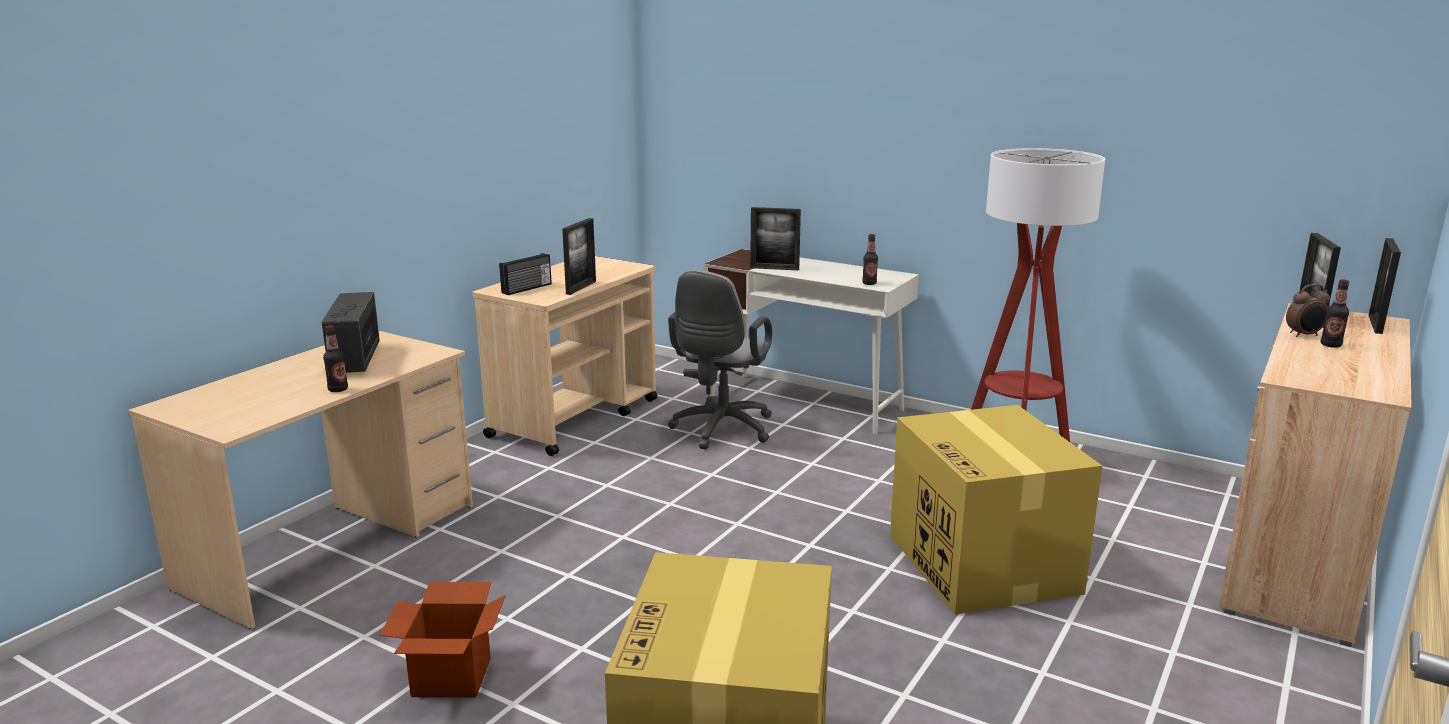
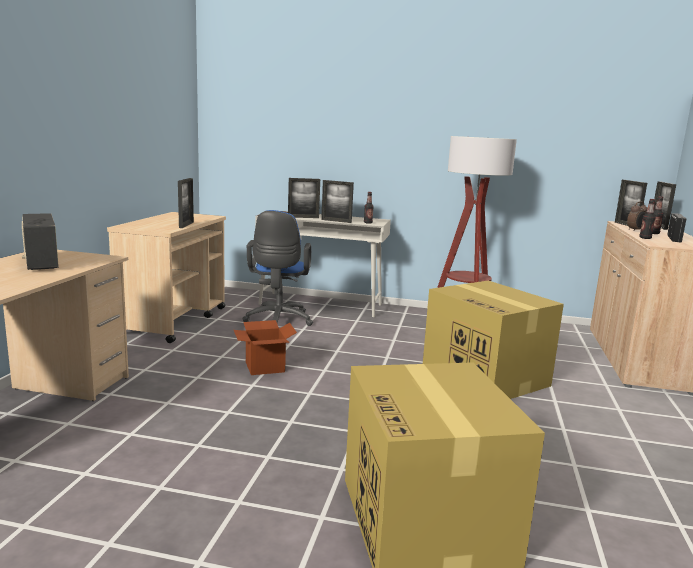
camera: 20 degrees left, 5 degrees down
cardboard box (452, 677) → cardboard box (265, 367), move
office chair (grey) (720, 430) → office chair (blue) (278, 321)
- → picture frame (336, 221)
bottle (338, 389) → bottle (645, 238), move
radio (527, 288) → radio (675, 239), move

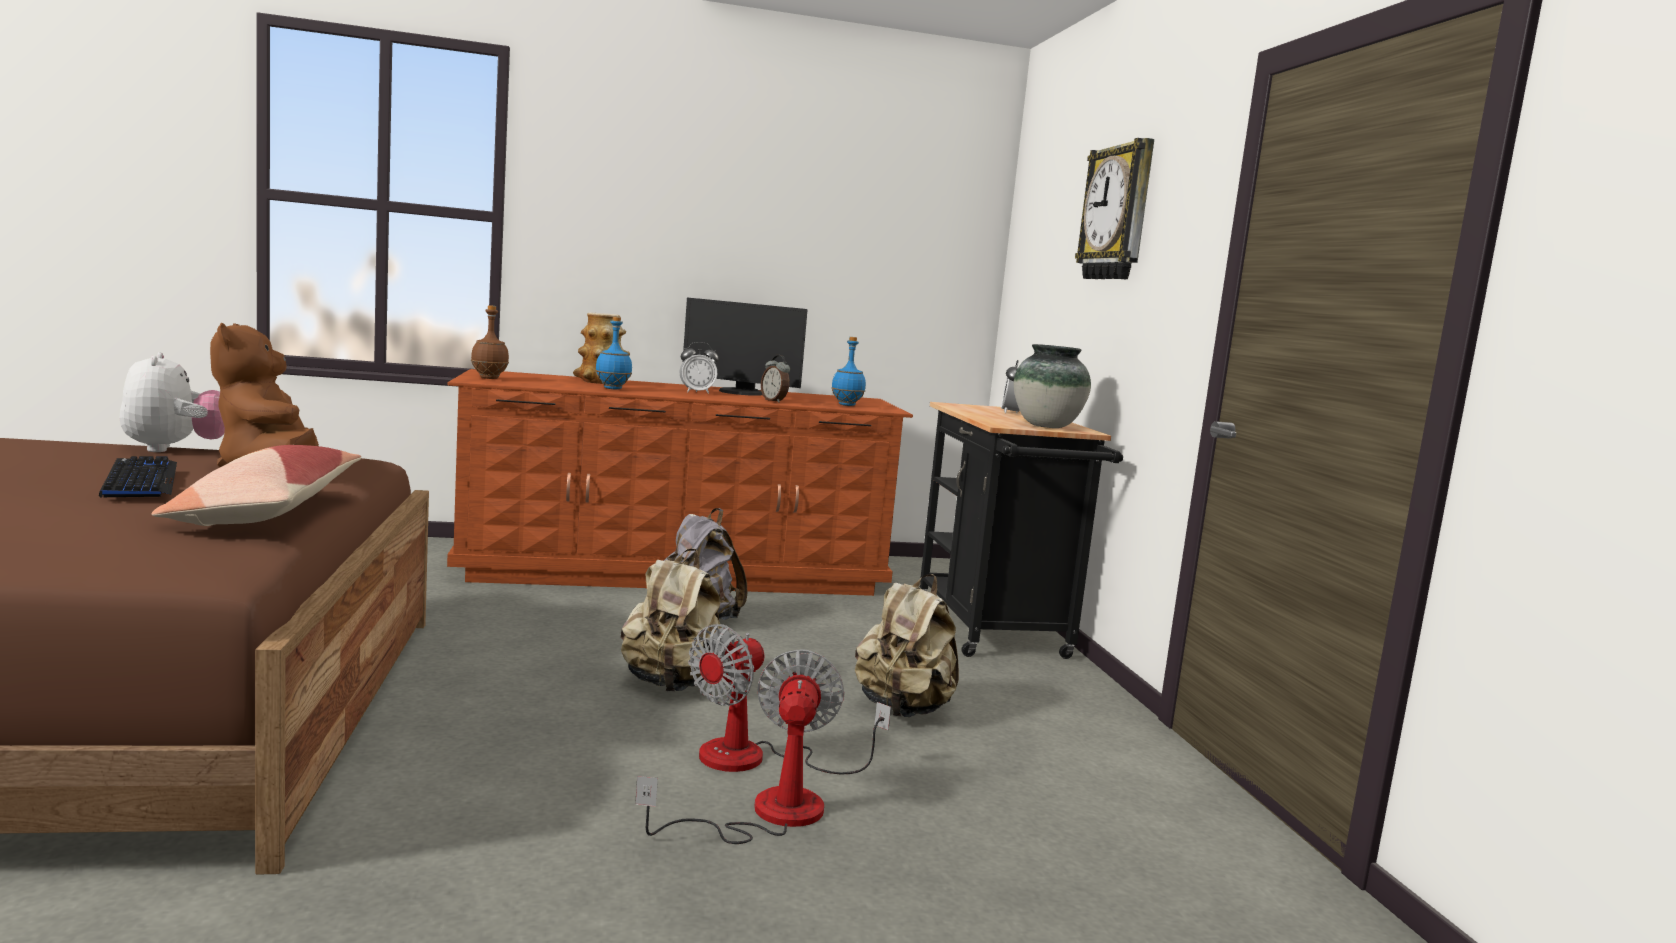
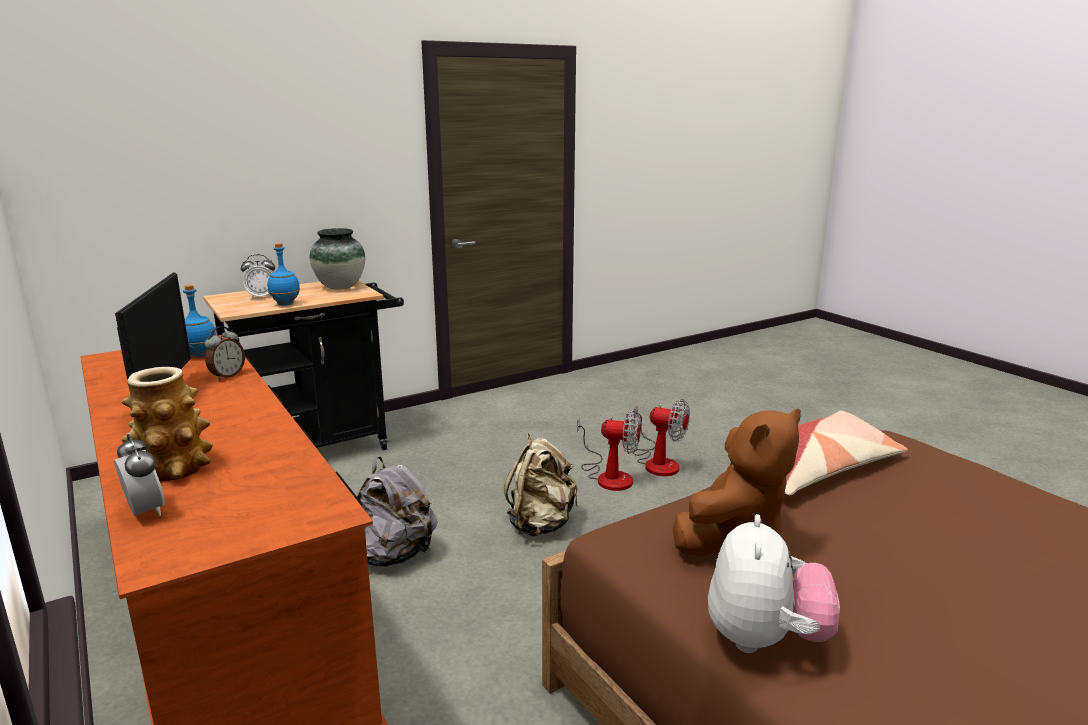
camera: 110 degrees left, 10 degrees up
alarm clock (697, 392) → alarm clock (145, 511), move
bottle (blue) (613, 388) → bottle (blue) (285, 304), move
fan (765, 815) → fan (657, 462), 135 degrees counterclockwise
plush toy (174, 449) → plush toy (764, 640), 150 degrees clockwise
keyboard (140, 480) → -
bottle (brown) (489, 378) → -
backpack (beige) (903, 710) → -
wall clock (1118, 213) → -

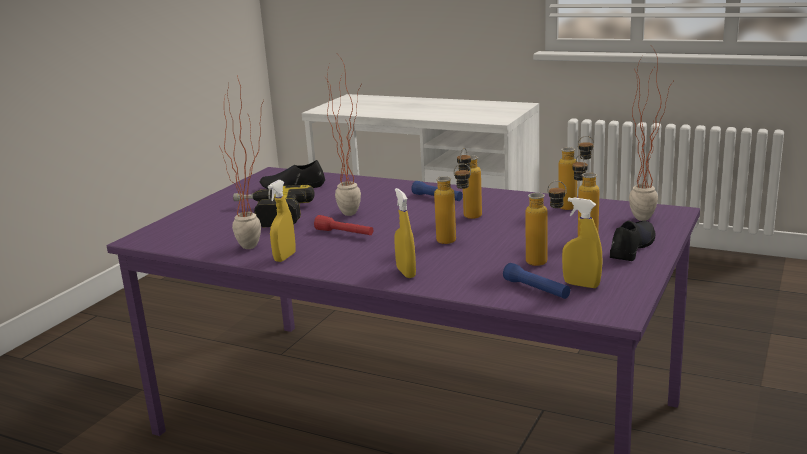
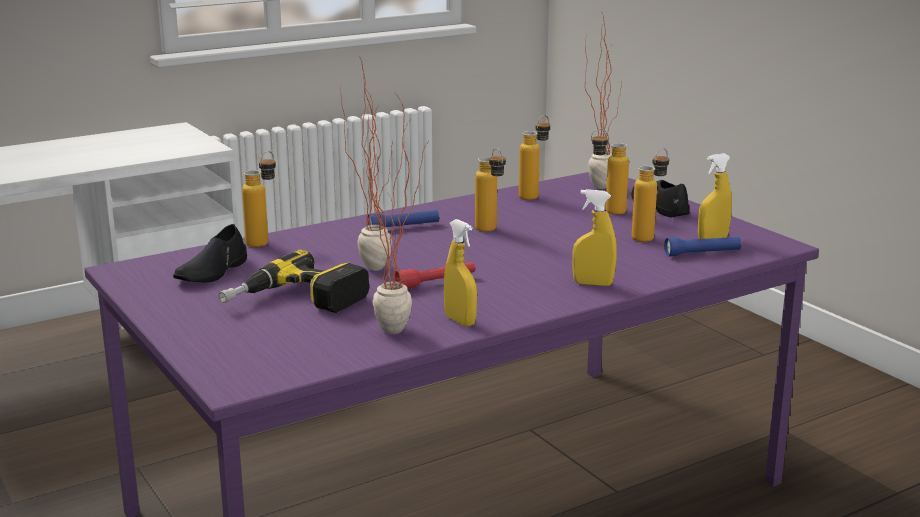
camera: 60 degrees left, 0 degrees up
bottle (454, 240) → bottle (263, 241), move

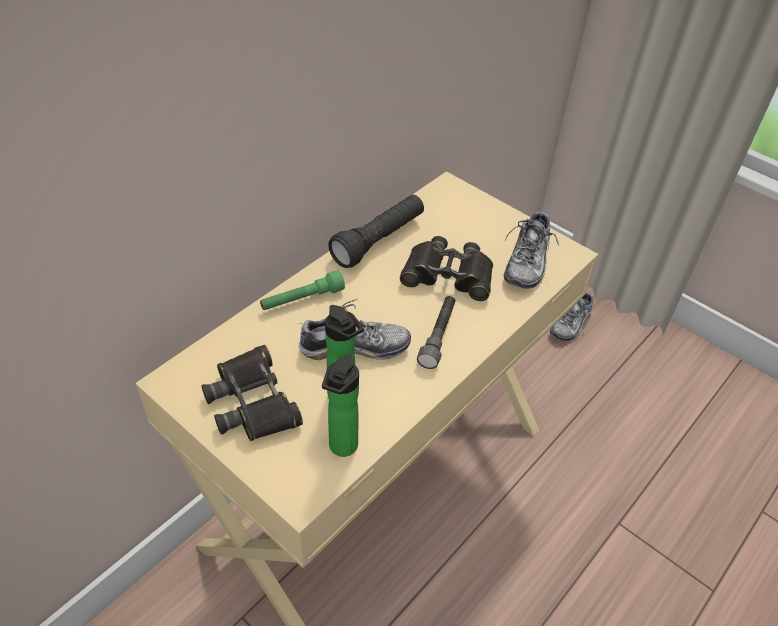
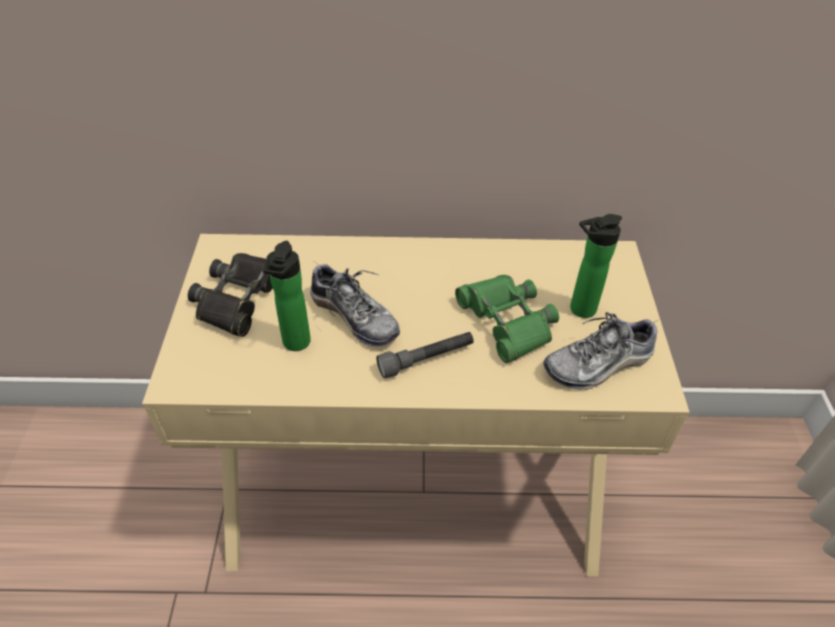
camera: 50 degrees right, 0 degrees up
binoculars (black) (448, 275) → binoculars (green) (506, 321)
bottle (341, 448) → bottle (579, 310), move
flashlight (green) (302, 299) → -
flashlight (black) (379, 241) → -
shoe (571, 323) → -

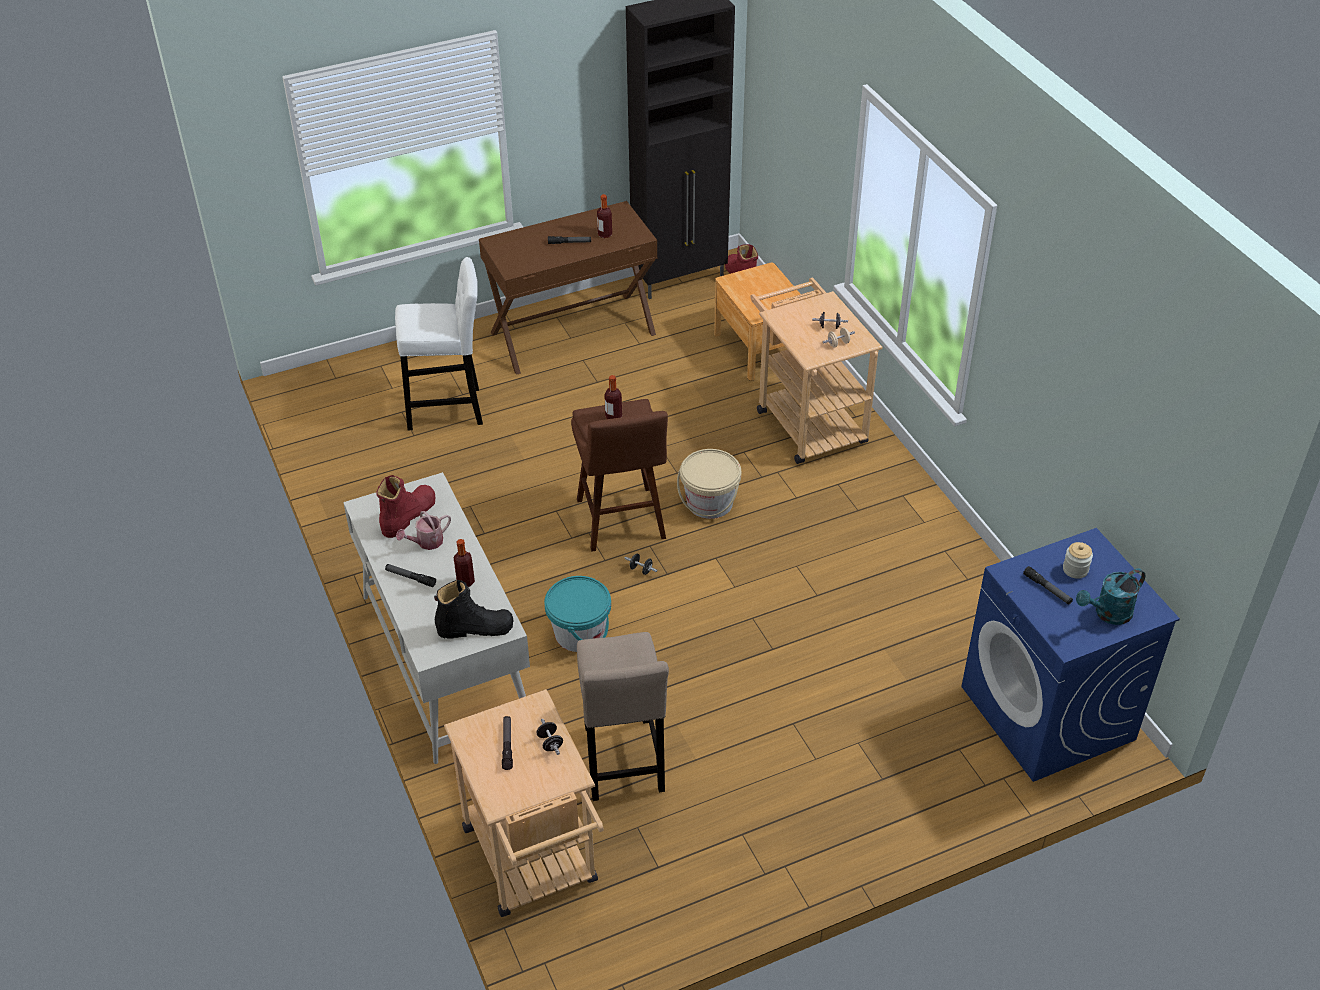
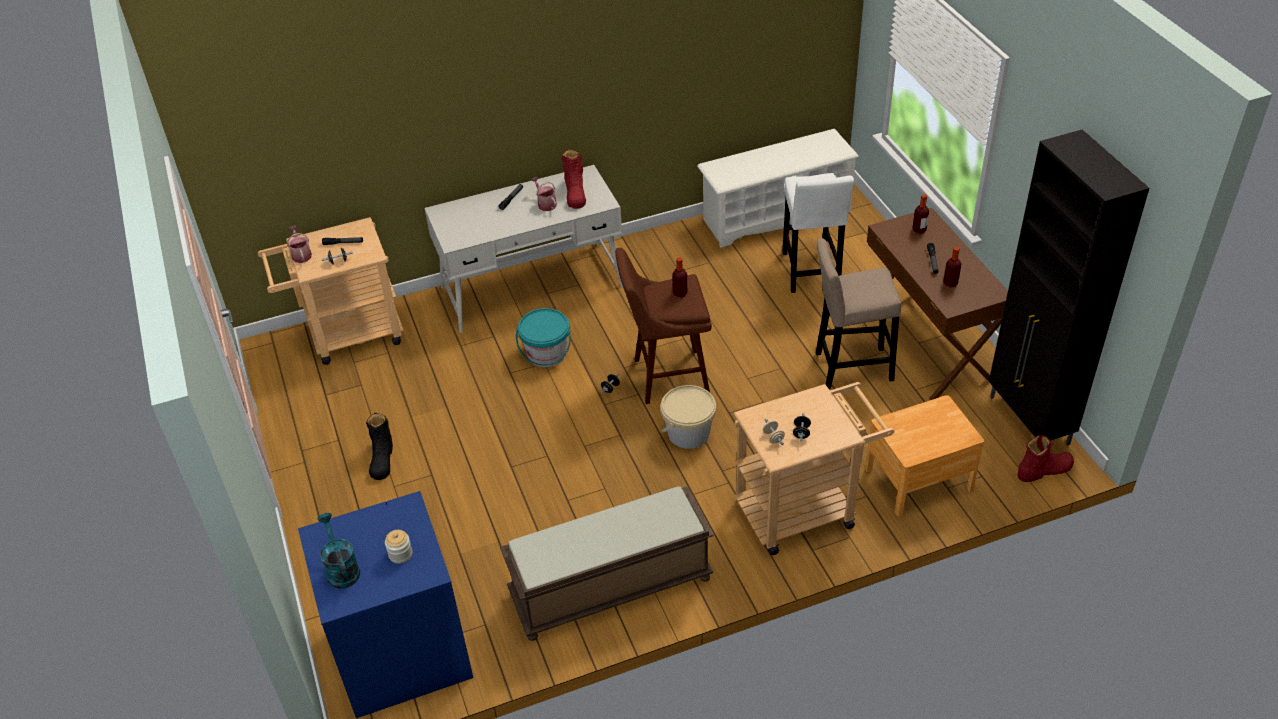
camera: 95 degrees right, 0 degrees up
- → watering can (301, 254)
boot (black) (475, 628) → boot (black) (382, 459), move
- → bench (brown) (610, 588)
boot (red) (408, 515) → boot (red) (575, 193), 45 degrees clockwise
- → shoe rack (white) (776, 215)
stool (beige) (623, 764) → stool (beige) (849, 367), move
bottle (465, 581) → bottle (919, 230), move
flashlight (1047, 589) → -

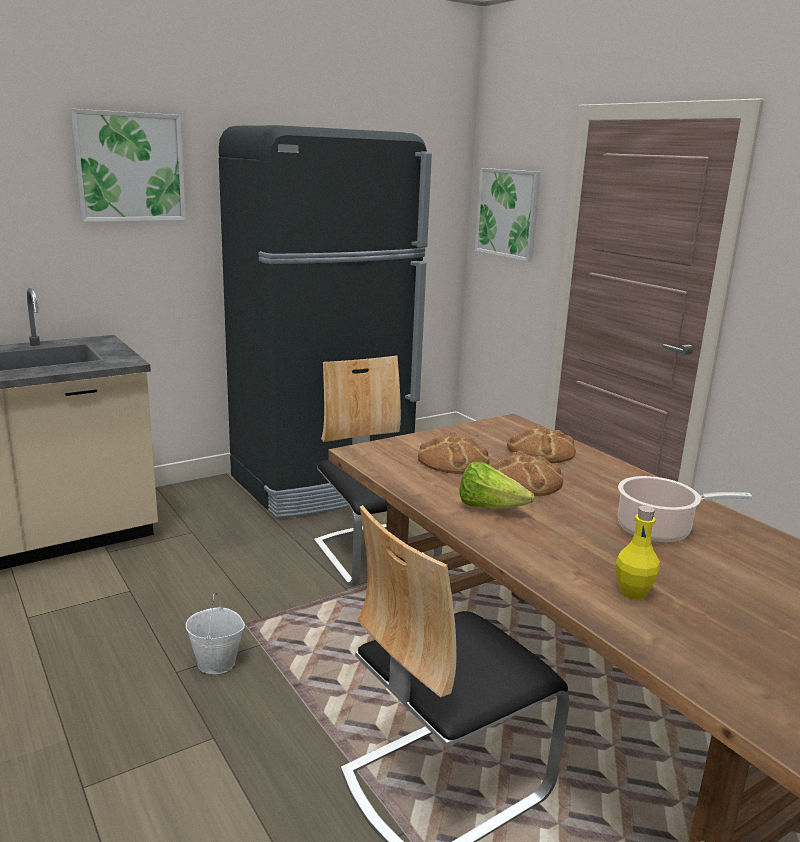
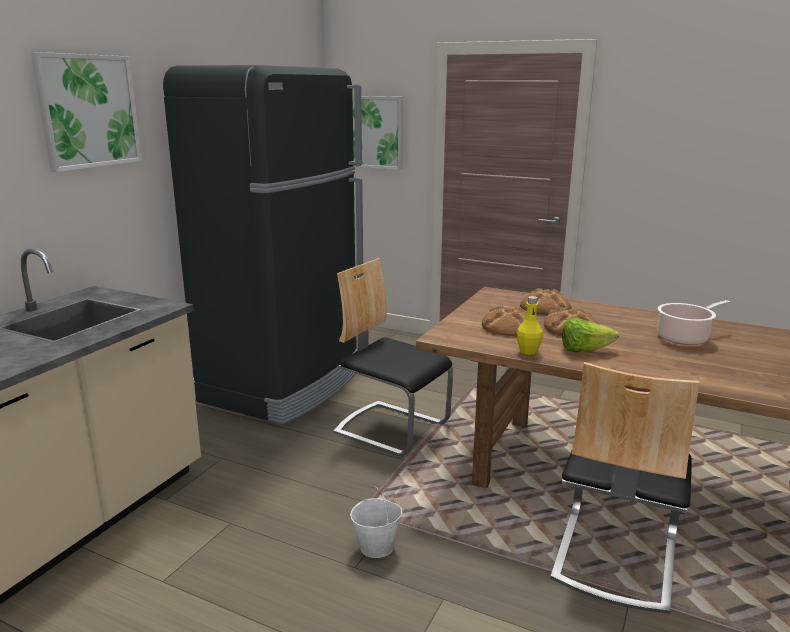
camera: 30 degrees left, 0 degrees up
bottle (yellow) (633, 592) → bottle (yellow) (528, 351), move

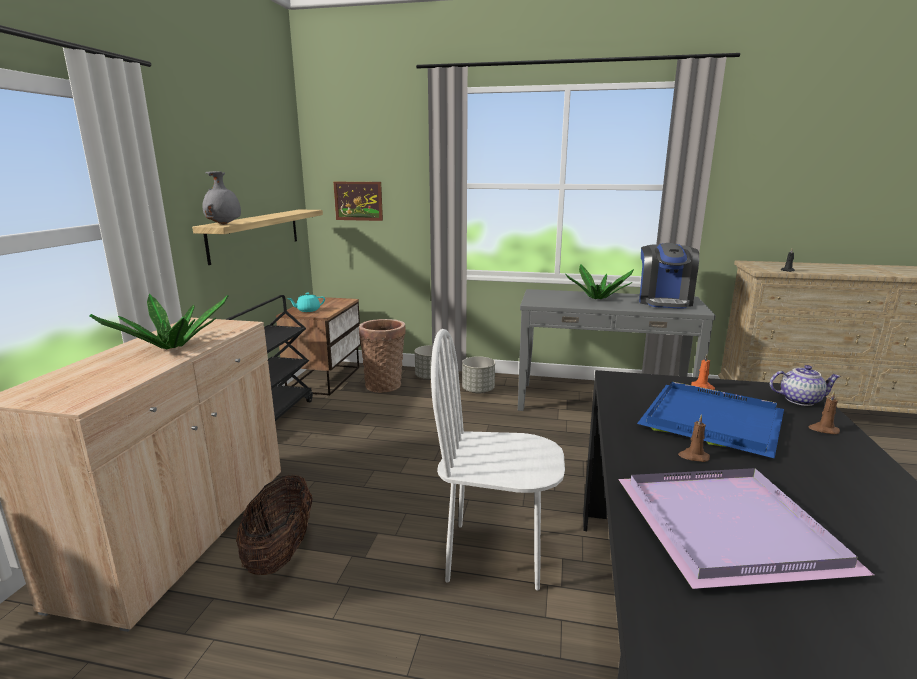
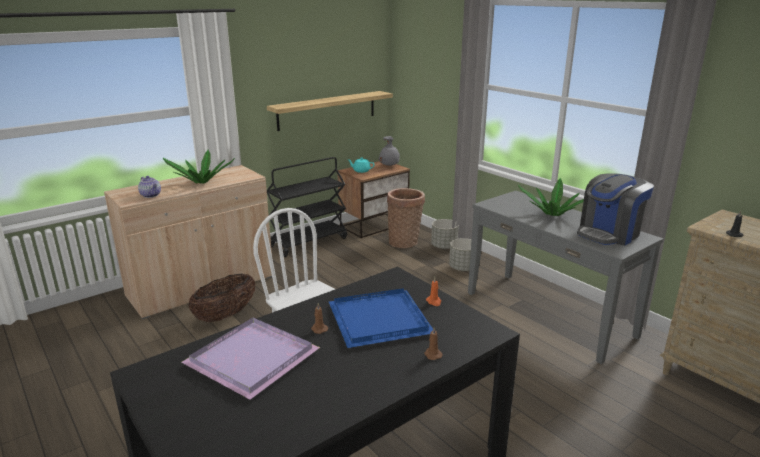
camera: 40 degrees right, 5 degrees up
teapot (800, 400) → teapot (151, 195), move
vase (grey) (224, 224) → vase (grey) (389, 166), move
picture (358, 201) → -

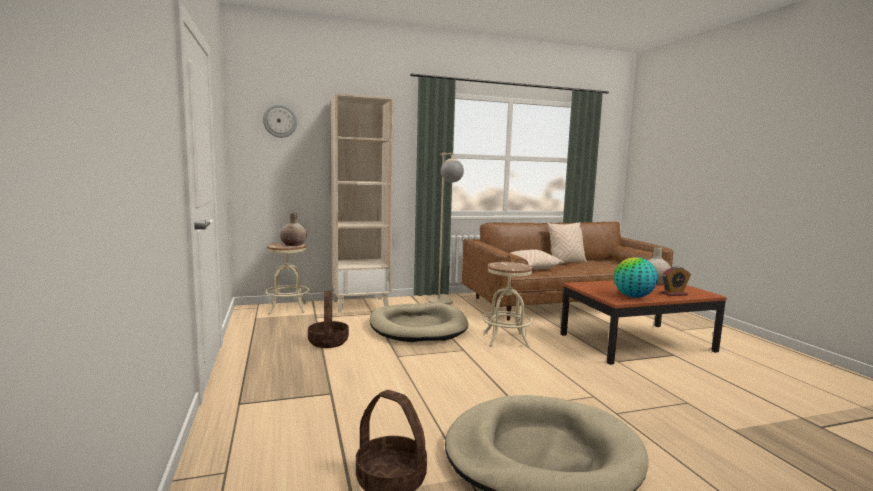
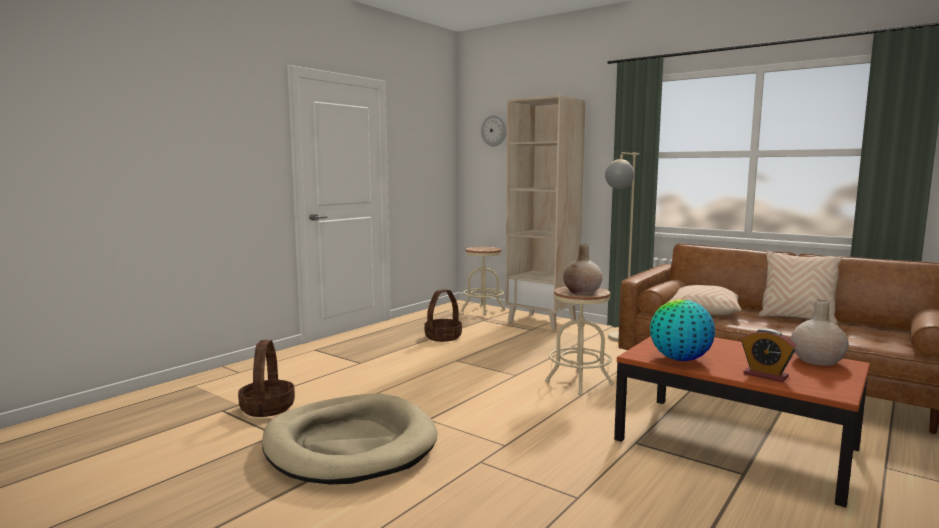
camera: 55 degrees right, 0 degrees up
vase (beige) (293, 244) → vase (beige) (582, 292), move
dog bed (beige) (418, 327) → -

